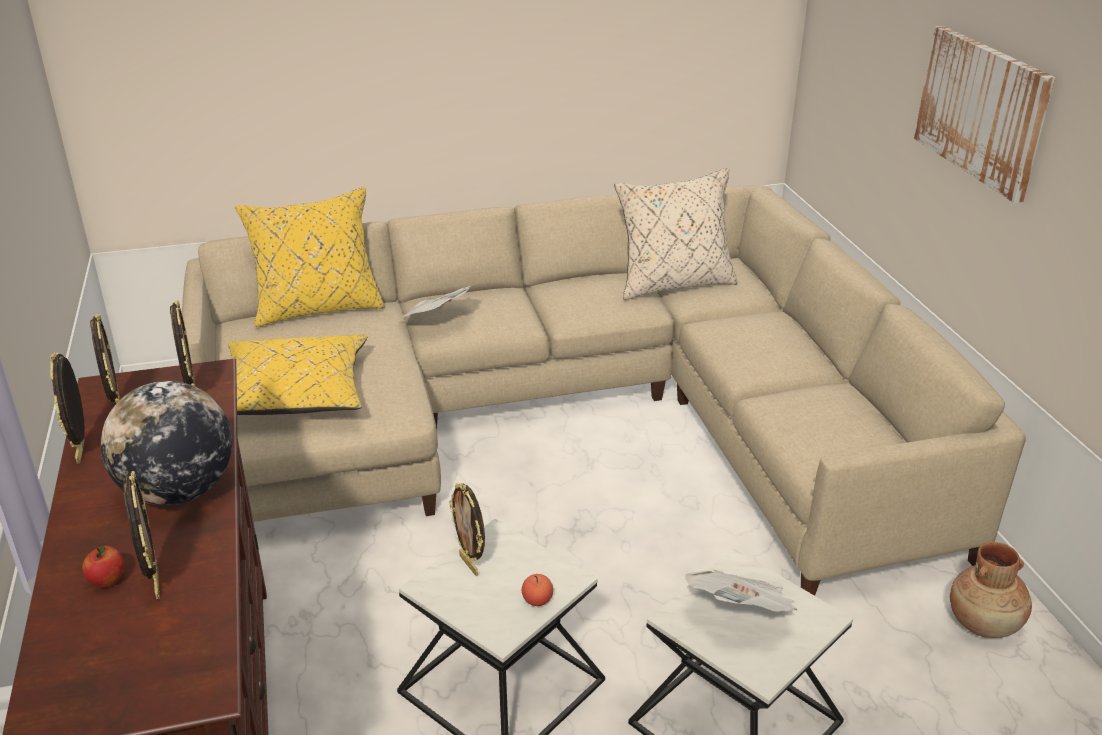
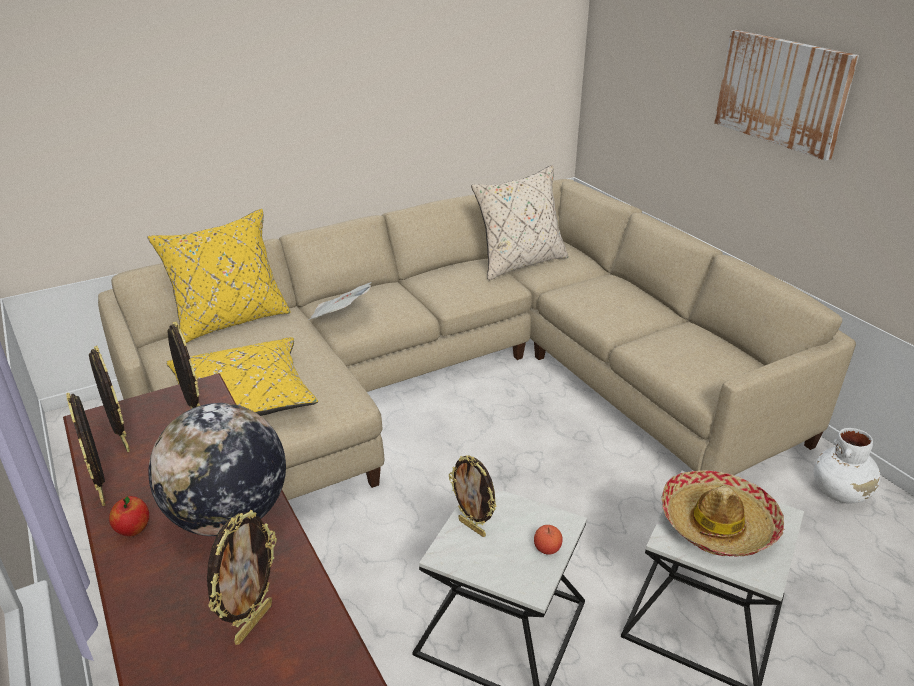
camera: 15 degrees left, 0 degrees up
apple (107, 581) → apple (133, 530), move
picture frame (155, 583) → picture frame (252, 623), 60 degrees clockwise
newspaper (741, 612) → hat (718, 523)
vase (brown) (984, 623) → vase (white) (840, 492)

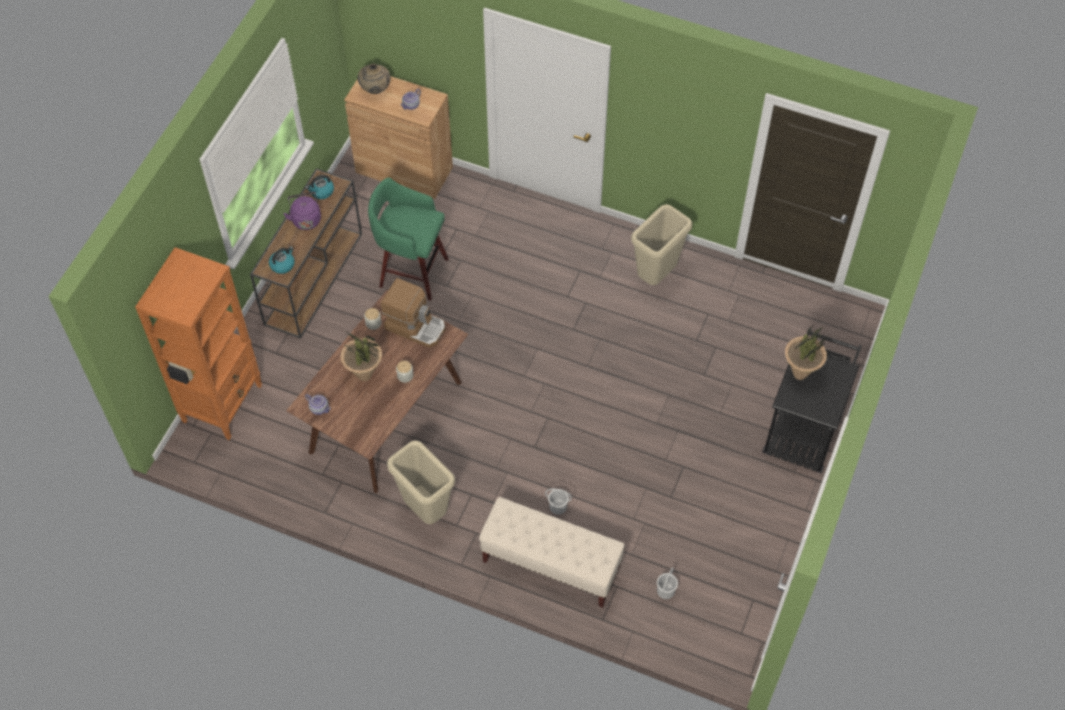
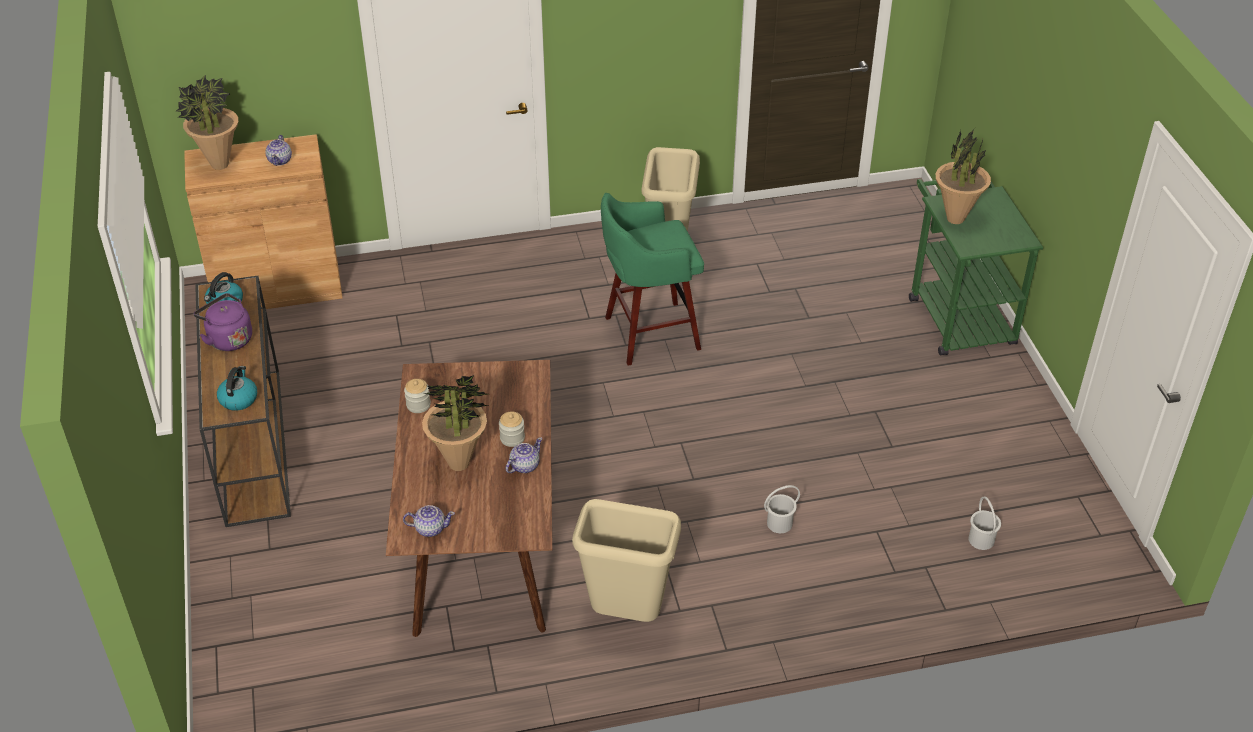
camera: 35 degrees left, 15 degrees down
vase (beige) (375, 90) → potted plant (219, 165)
- → teapot (524, 466)
stool (green) (411, 272) → stool (green) (648, 334), move
cart (black) (803, 428) → cart (green) (957, 314)
bookcase (orange) (223, 403) → -
coffee machine (415, 326) → -
bench (beige) (550, 564) → -

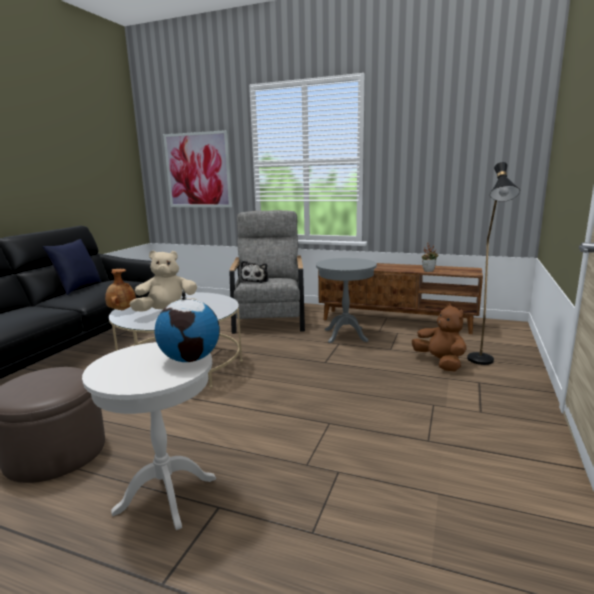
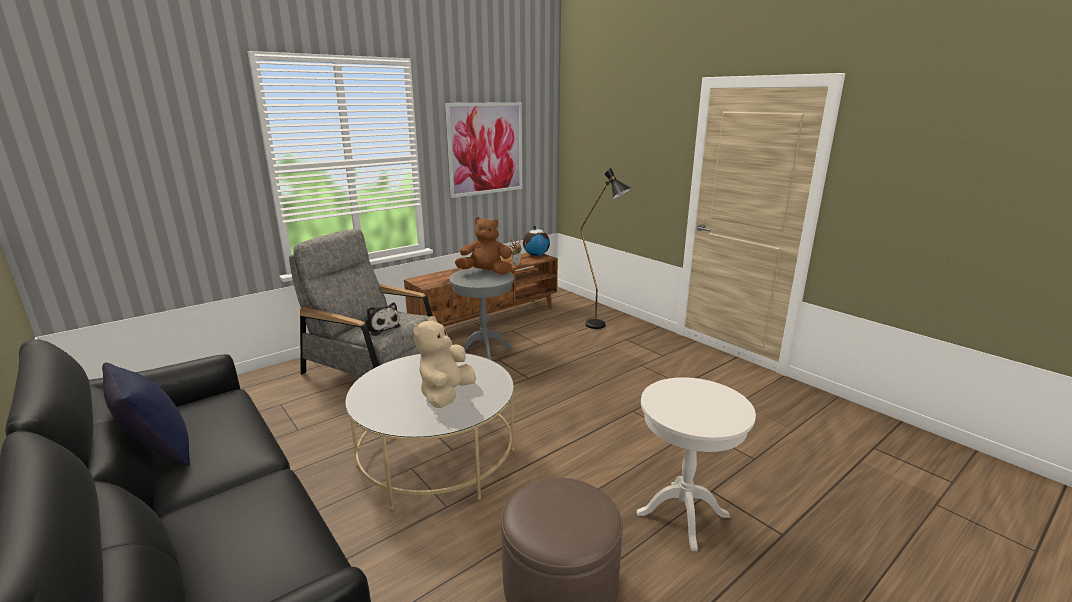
camera: 60 degrees left, 5 degrees up
picture (198, 170) → picture (486, 149), move
plush toy (brown) (440, 362) → plush toy (brown) (486, 273), move
globe (191, 359) → globe (536, 255), move
vase (brown) (121, 310) → -

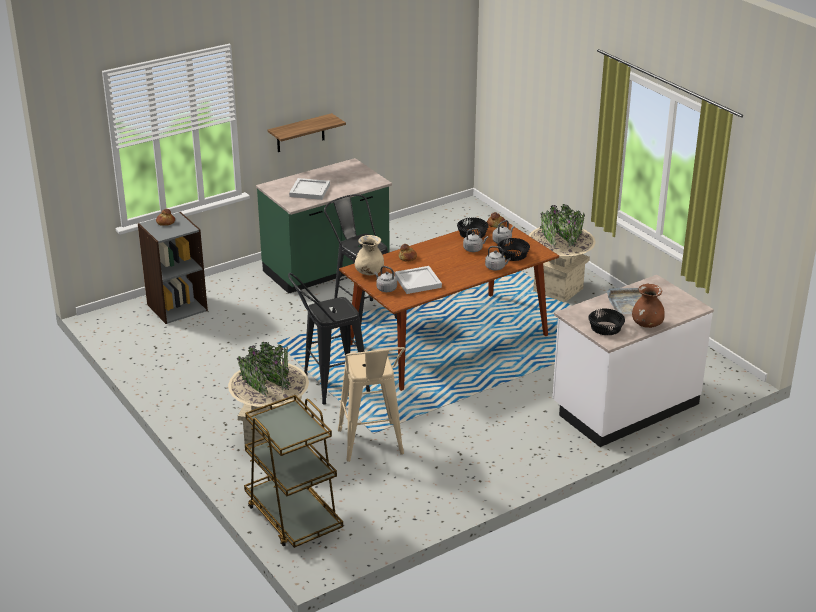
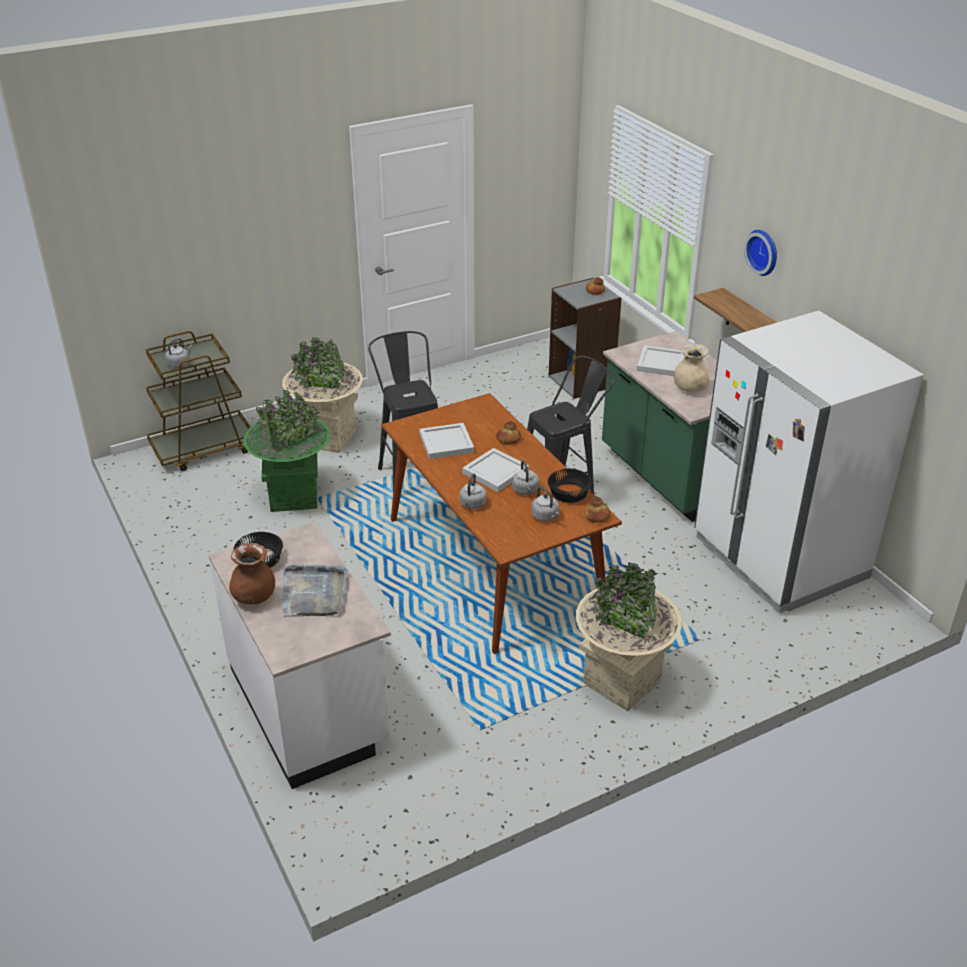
camera: 95 degrees right, 5 degrees up
kettle (grey) (385, 288) → kettle (grey) (179, 363), move
stool (beige) (371, 447) → planter (green) (293, 496)
- → tray (white) (494, 472)
vase (beige) (369, 272) → vase (beige) (690, 388), move
- → fridge (white) (779, 558)
- → wall clock (764, 251)
bowl (black) (512, 255) → -

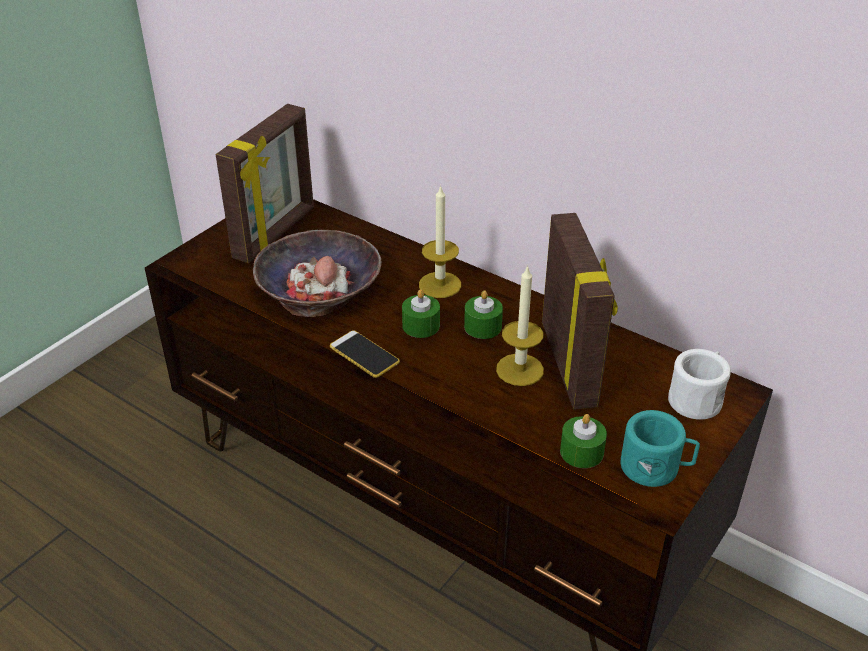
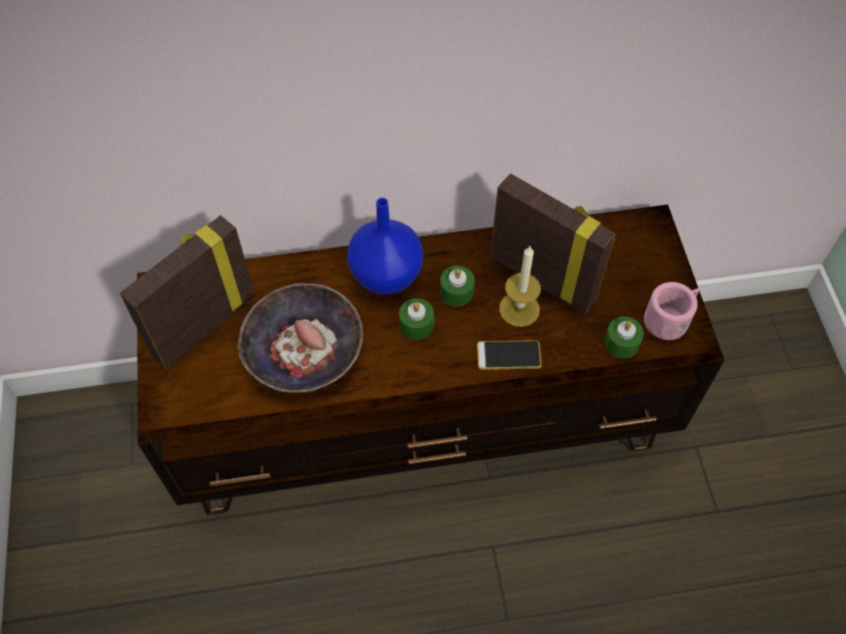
camera: 45 degrees left, 20 degrees up
picture frame (276, 234) → picture frame (203, 325), 120 degrees counterclockwise
candle (440, 285) → vase (blue) (386, 277)
phone (364, 354) → phone (508, 355), move
mug (turquoise) (656, 468) → mug (pink) (670, 319)
mug (white) (697, 398) → -

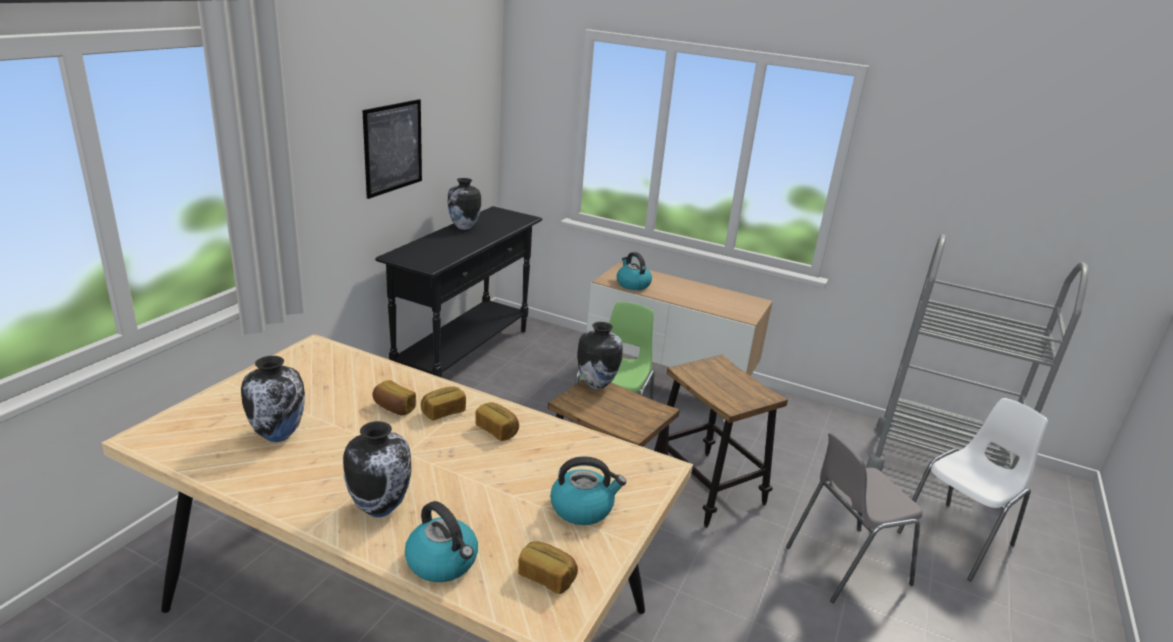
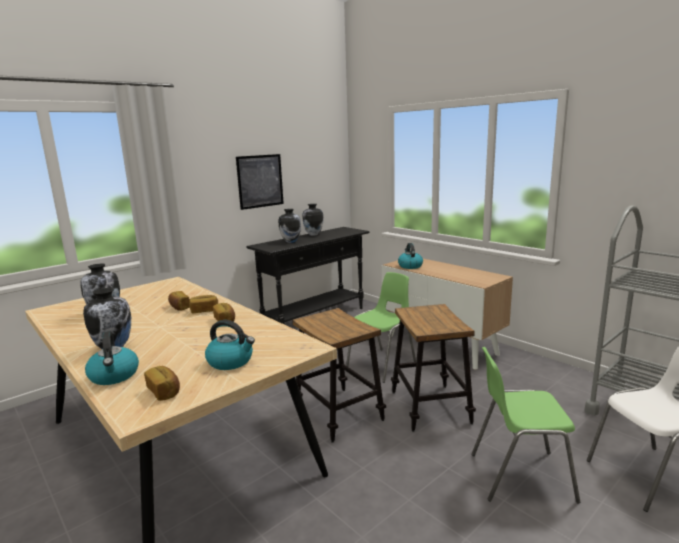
camera: 25 degrees right, 10 degrees down
vase (596, 384) → vase (291, 241), move
chair (grey) (845, 564) → chair (green) (519, 476)

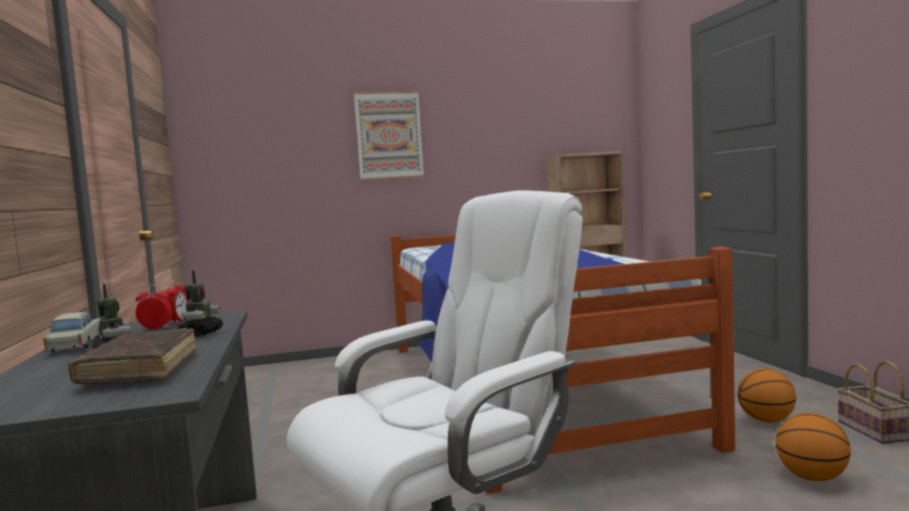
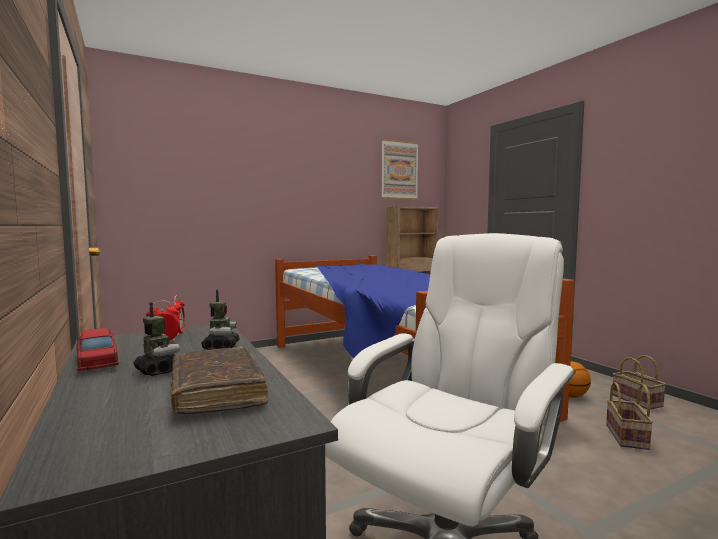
camera: 15 degrees left, 0 degrees up
toy car (beige) (75, 345) → toy car (red) (97, 361)
picture (389, 135) → picture (399, 170), move
basketball (812, 478) → basket (628, 437)

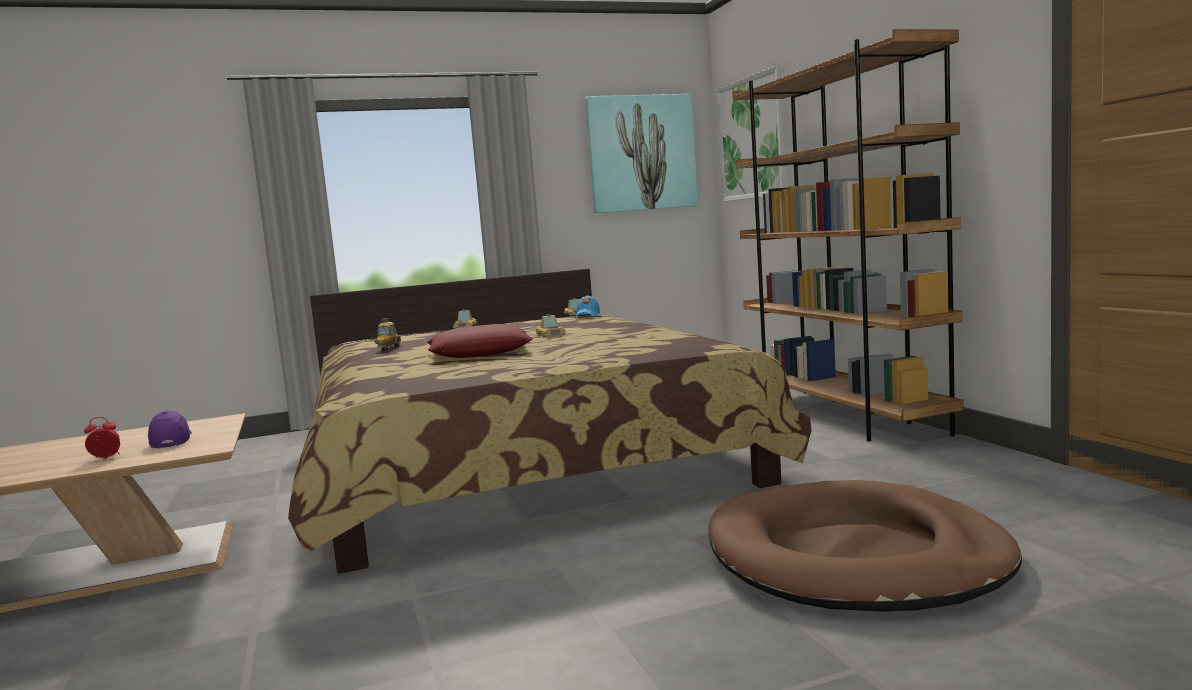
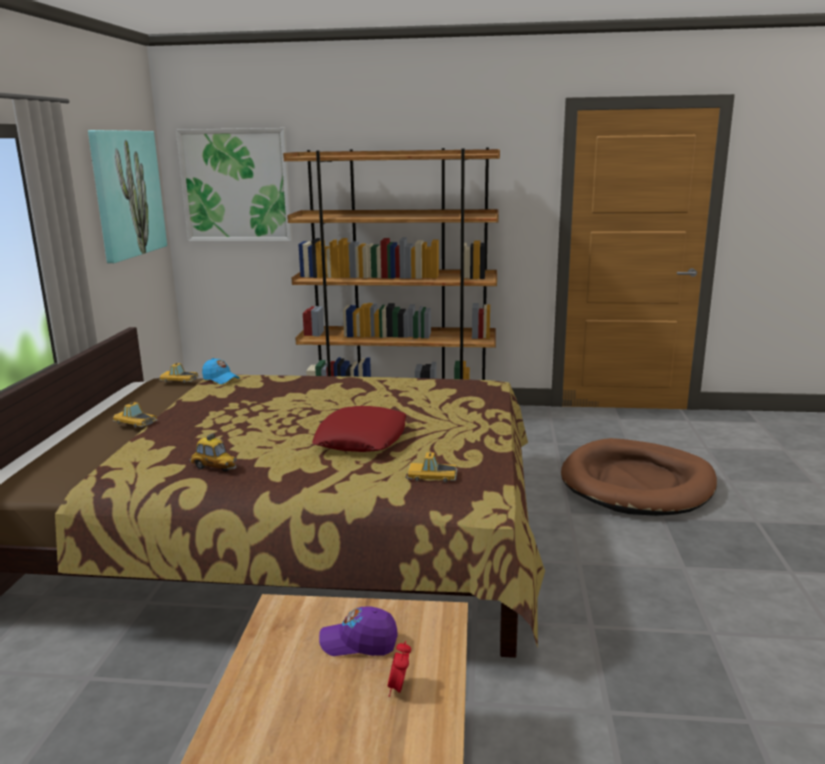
camera: 65 degrees left, 10 degrees up
toy car (550, 334) → toy car (431, 475), move

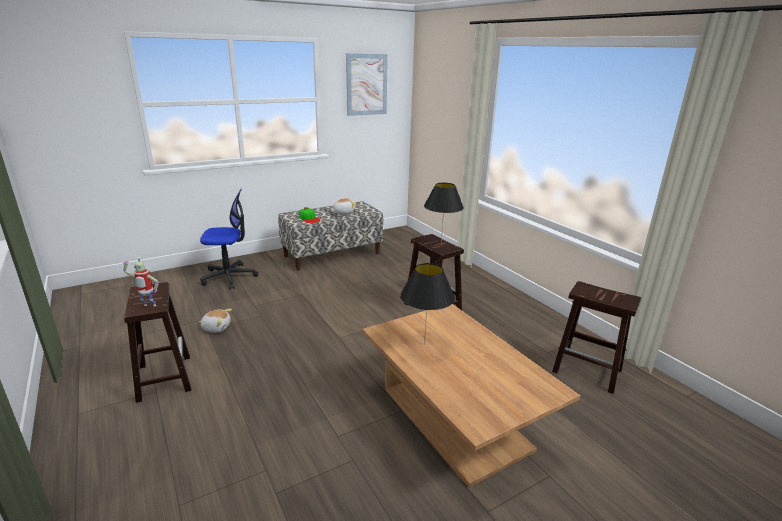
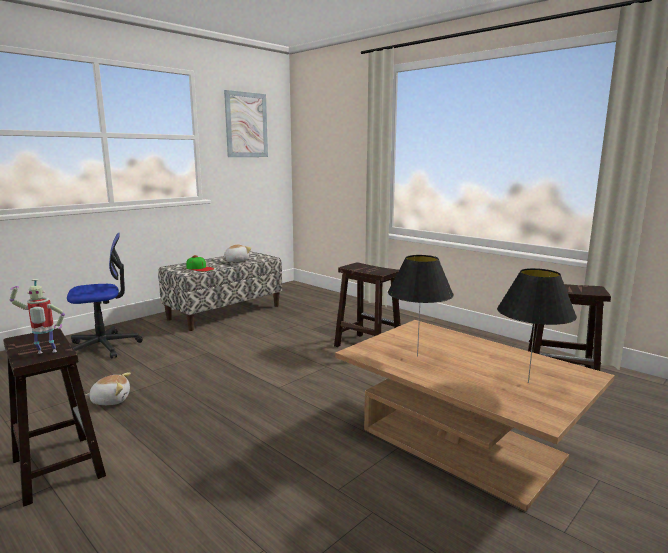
camera: 15 degrees left, 10 degrees down
table lamp (black) (441, 245) → table lamp (black) (528, 382), move

